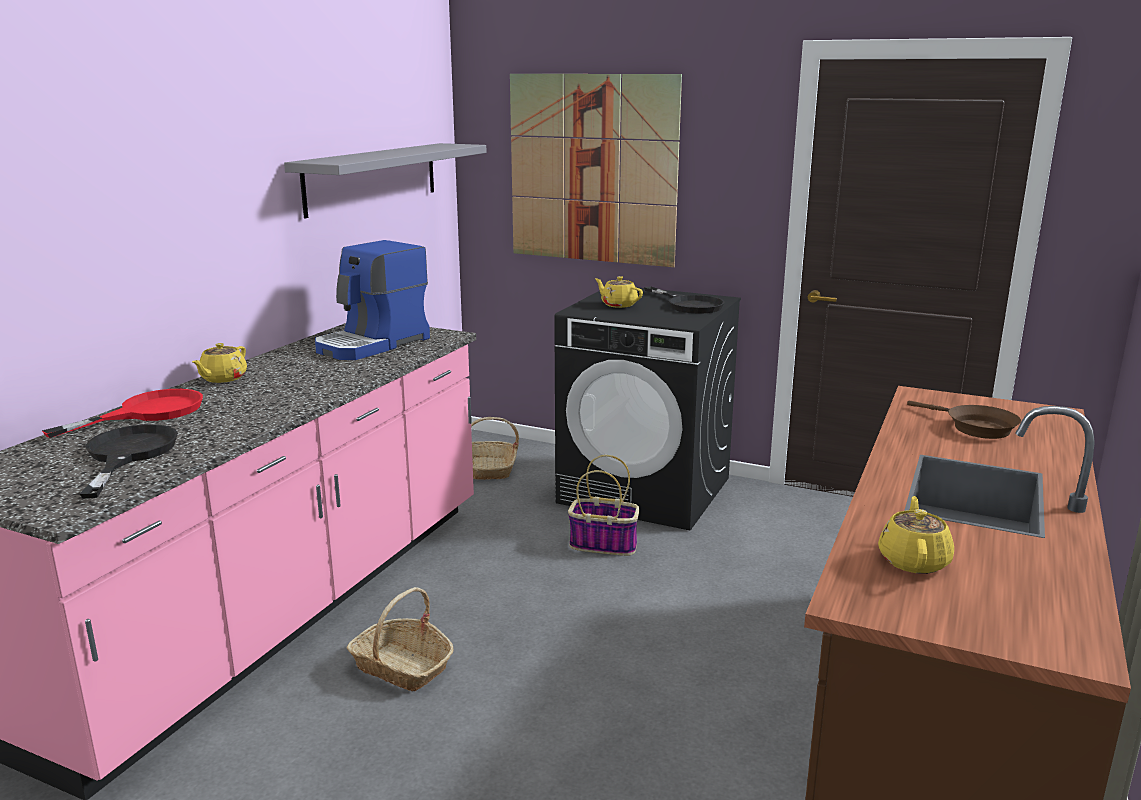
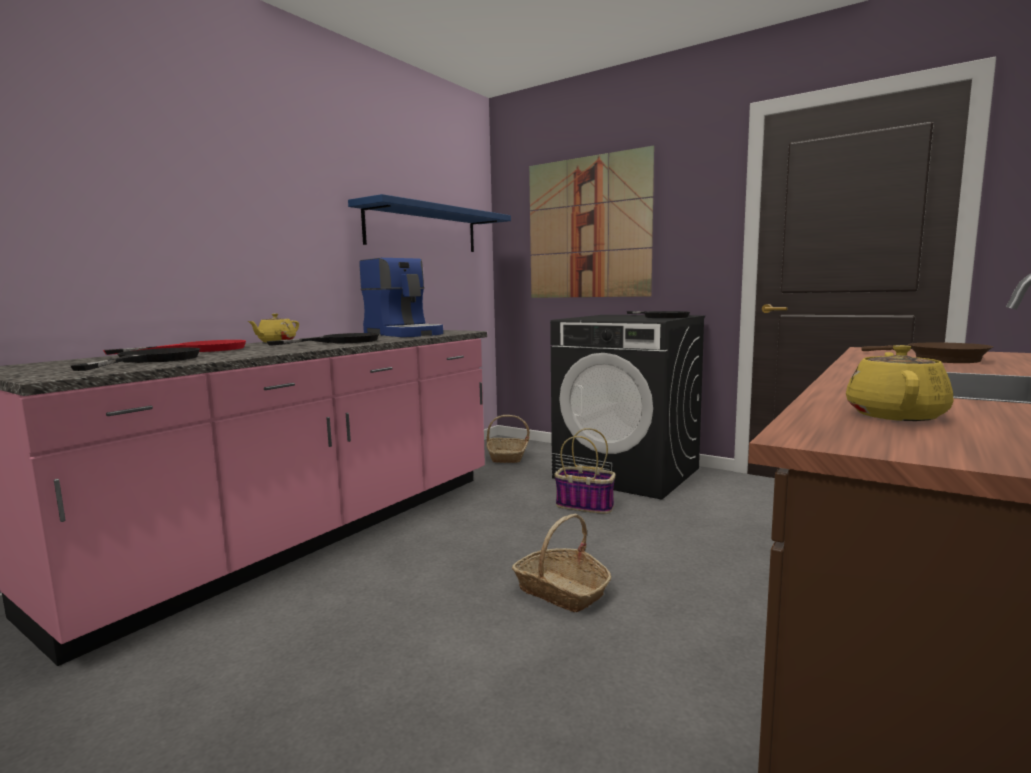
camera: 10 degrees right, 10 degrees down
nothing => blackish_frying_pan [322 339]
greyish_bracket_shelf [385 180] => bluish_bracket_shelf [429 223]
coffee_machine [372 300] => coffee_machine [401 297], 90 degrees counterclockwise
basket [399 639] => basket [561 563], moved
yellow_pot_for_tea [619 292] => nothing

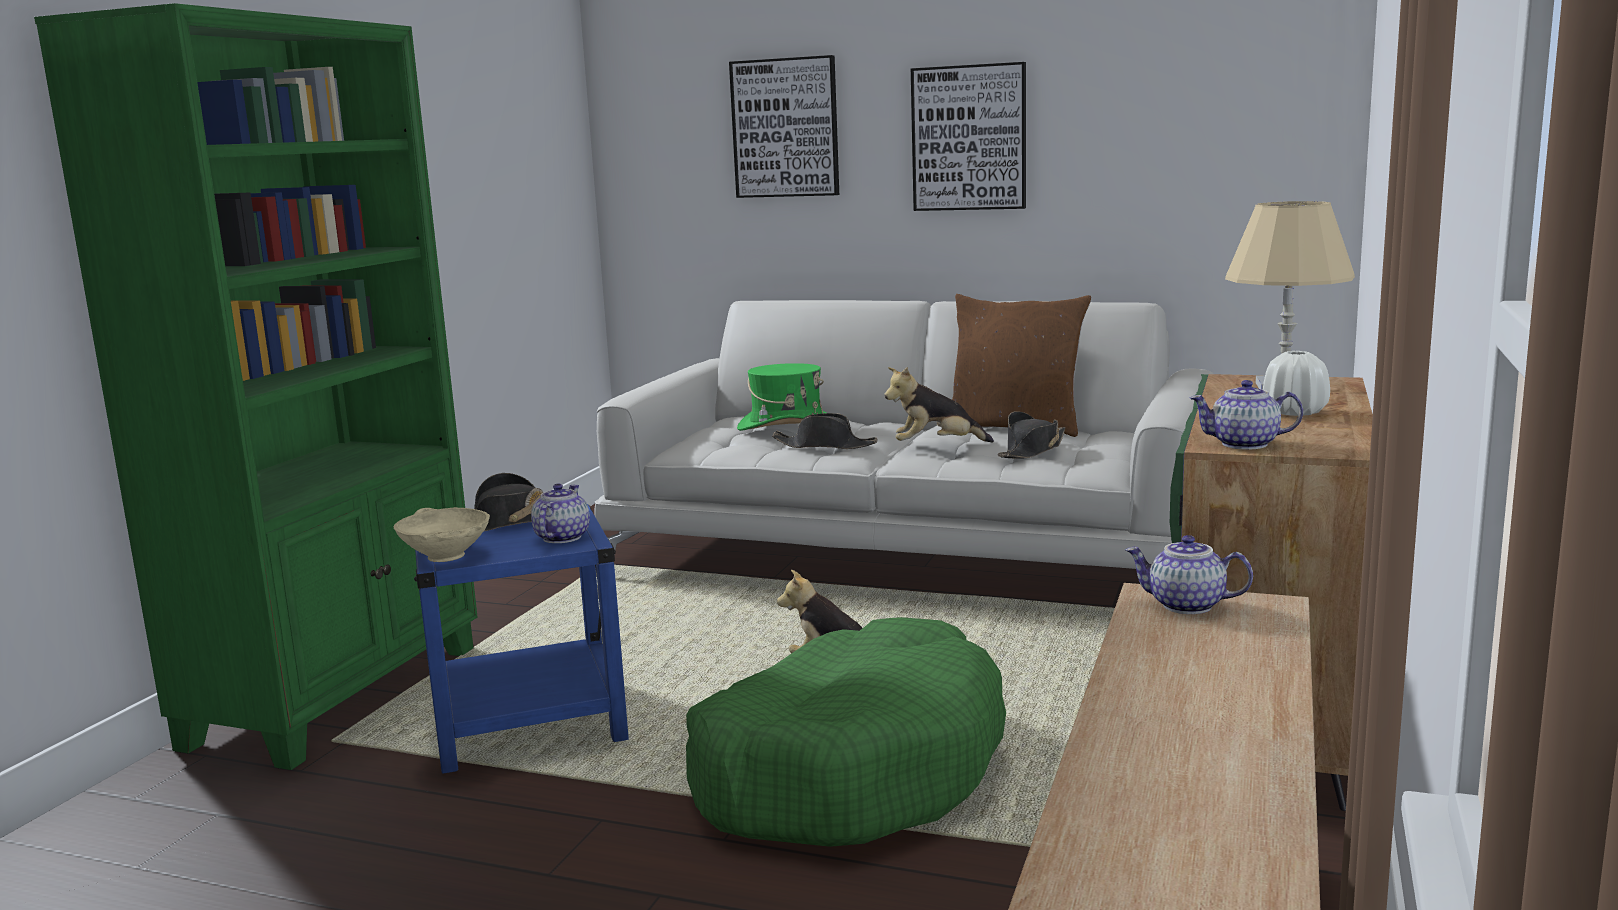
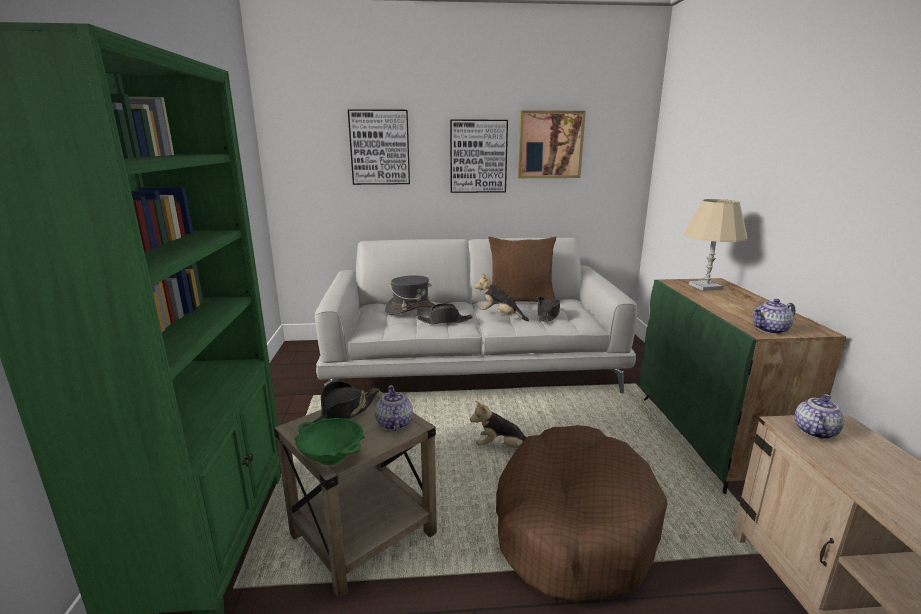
camera: 25 degrees left, 5 degrees up
bluish_end_table [521 639] => beige-coloured_end_table [355 493]
beige-coloured_bowl [441 534] => green-coloured_bowl [329 441]
green-coloured_clothing_hat [781 397] => greyish_clothing_hat [410 295]
plush_toy [939 405] => plush_toy [502 297], 60 degrees clockwise
green-coloured_dog_bed [846 732] => brown_dog_bed [582 513]
nothing => wall_picture [552 144]
pot_for_tea [1189 574] => pot_for_tea [819 416], 135 degrees clockwise
white_decorative_vase [1296 383] => nothing

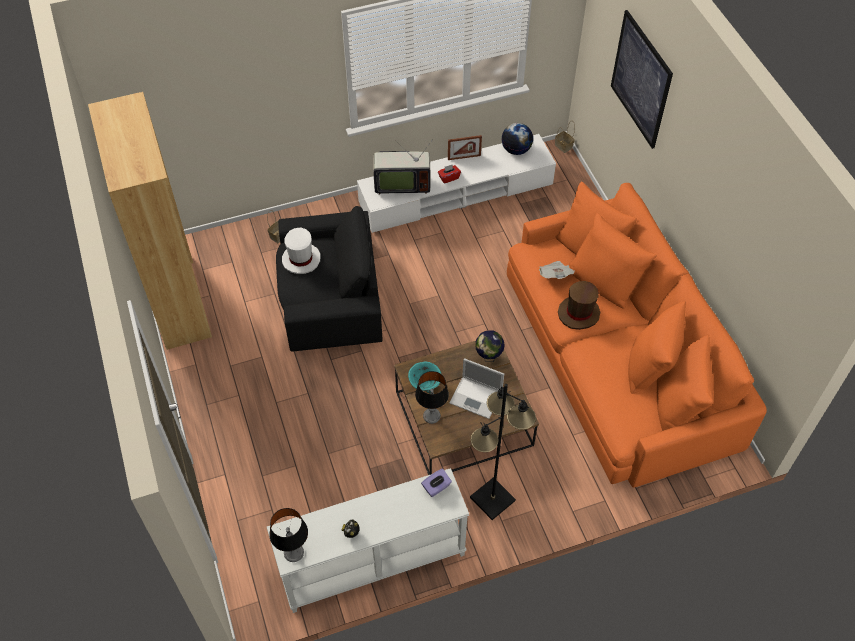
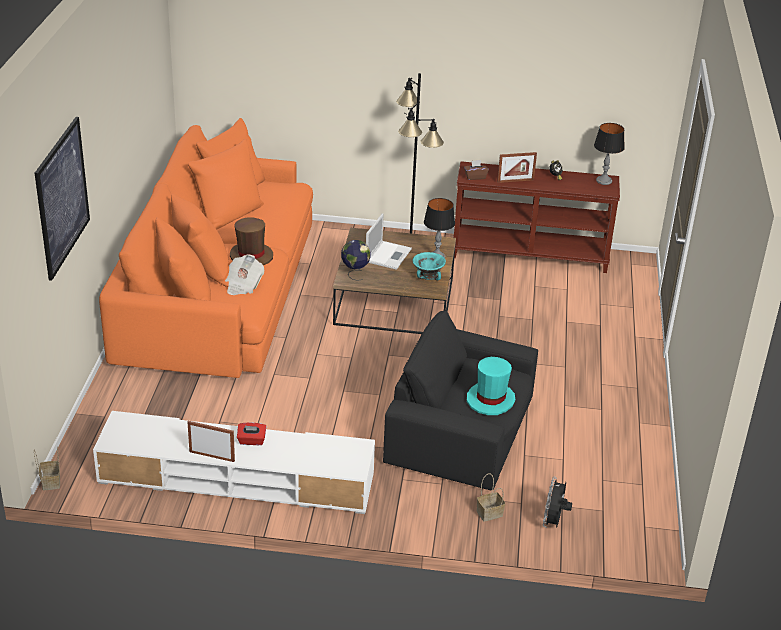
camera: 155 degrees left, 20 degrees down
portable_computer [476 388] => portable_computer [389 242], 60 degrees clockwise
white_hall_table [368 540] => brown_hall_table [536 217]
purple-coloured_tissue_holder [436 483] => brown_tissue_holder [476 170]
white_clothing_hat [301 250] => turquoise-coloured_clothing_hat [491 386]
nothing => photo_frame [517 167]
nothing => blackish_cooling_fan [557 503]
brown_bookshelf [150 221] => nothing
TV [403 167] => nothing
globe [517 139] => nothing

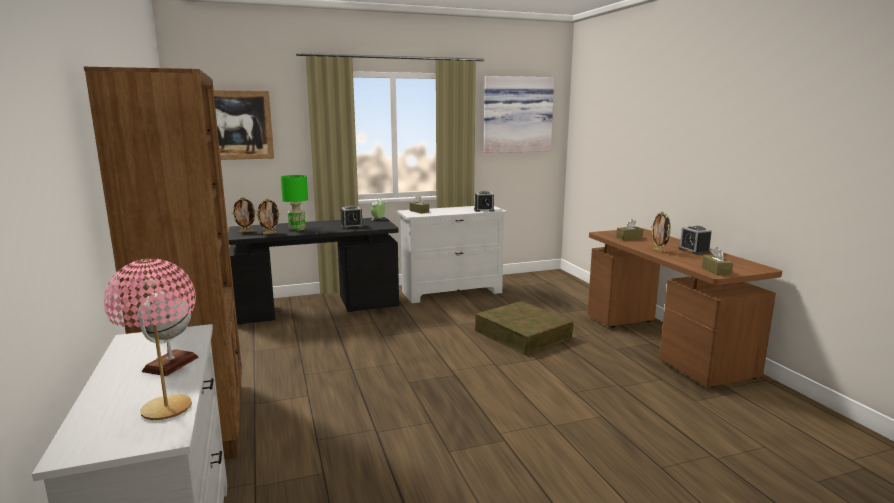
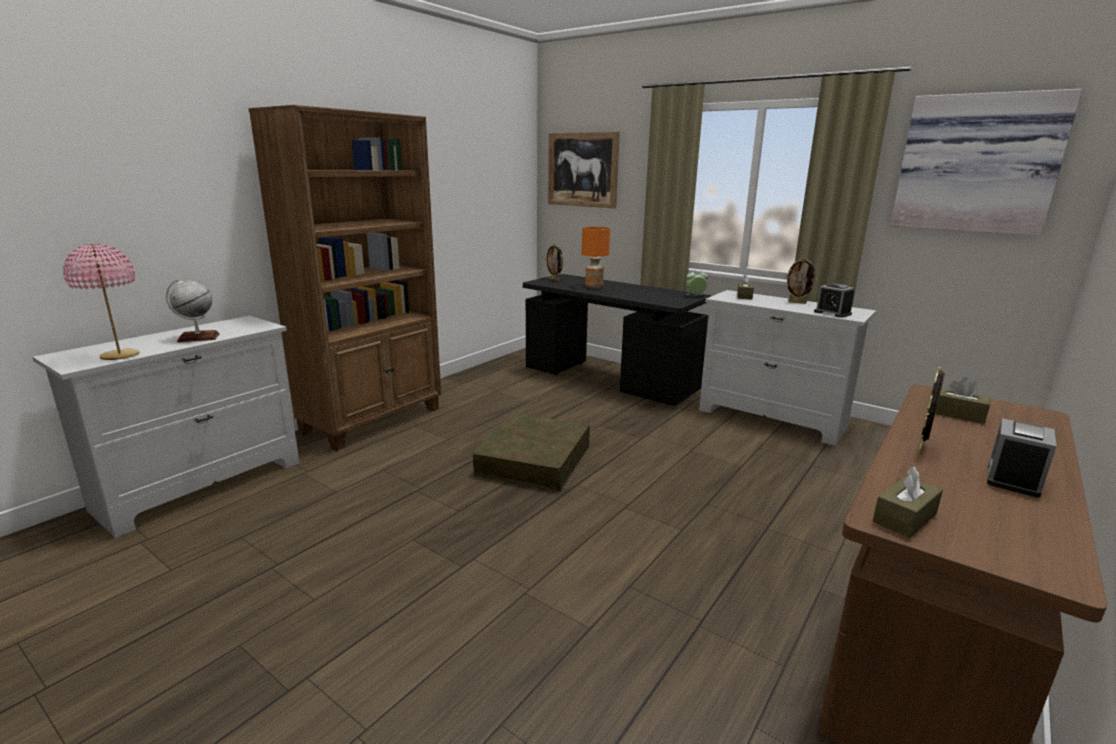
camera: 55 degrees right, 5 degrees up
brown_storage_bin [524 328] => brown_storage_bin [531 452], moved
green-coloured_table_lamp [294 203] => orangey_table_lamp [596 258]
photo_frame [268 216] => photo_frame [801 281], moved
table_clock [352 217] => nothing

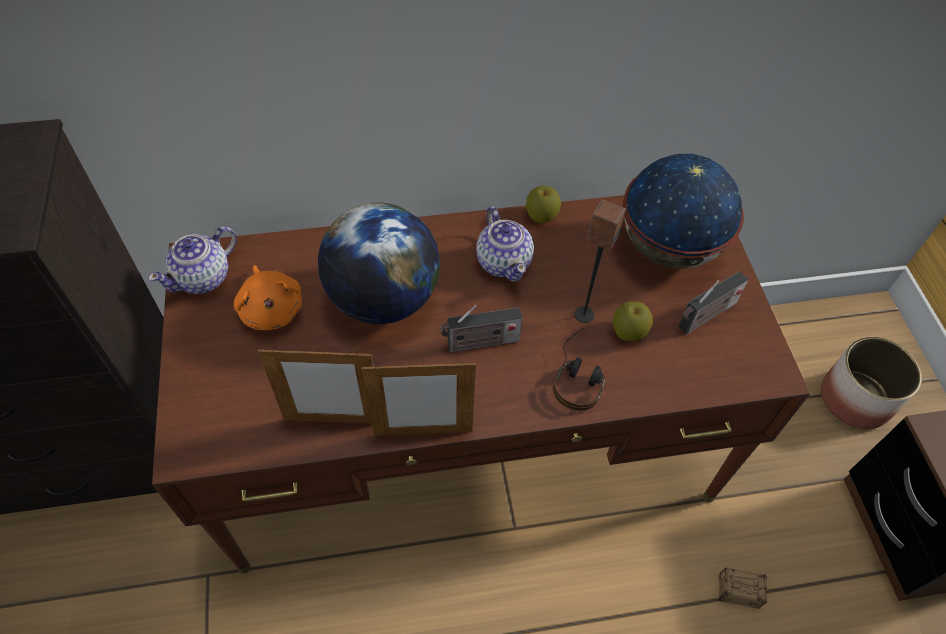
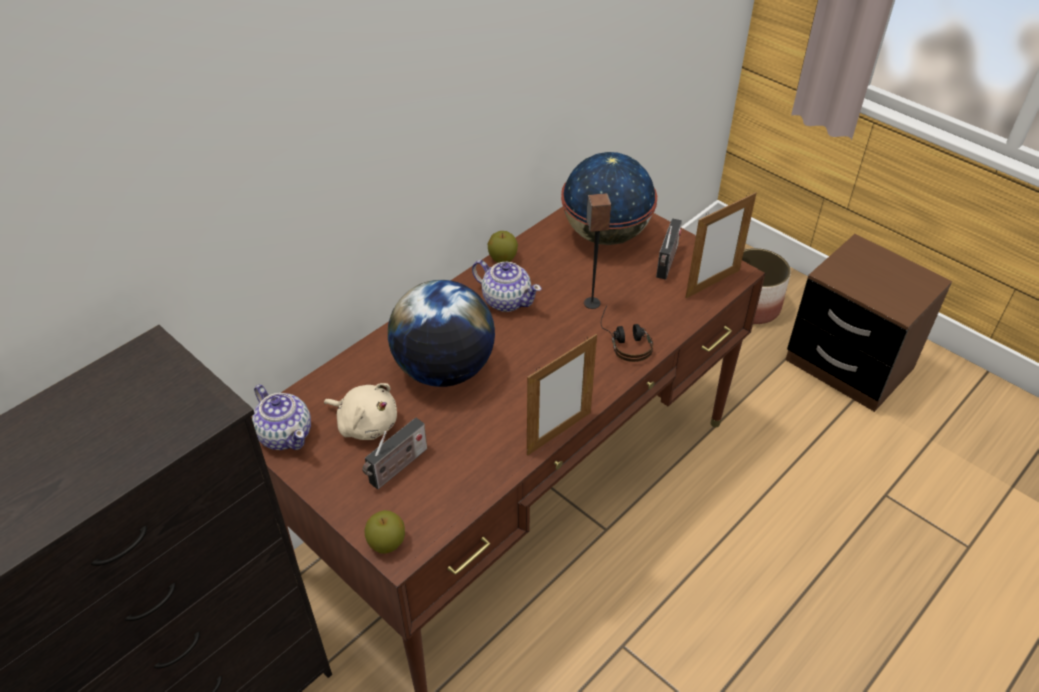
camera: 35 degrees left, 10 degrees down
pot_for_tea [192 260] => pot_for_tea [281 417], 45 degrees counterclockwise
orangey_plush_toy [268 297] => beige-coloured_plush_toy [360 411]
radio_receiver [481 328] => radio_receiver [394 453], moved
apple_fruit [633 321] => apple_fruit [384 532], moved
photo_frame [315 385] => photo_frame [721 245], moved
storage_bin [724 587] => nothing

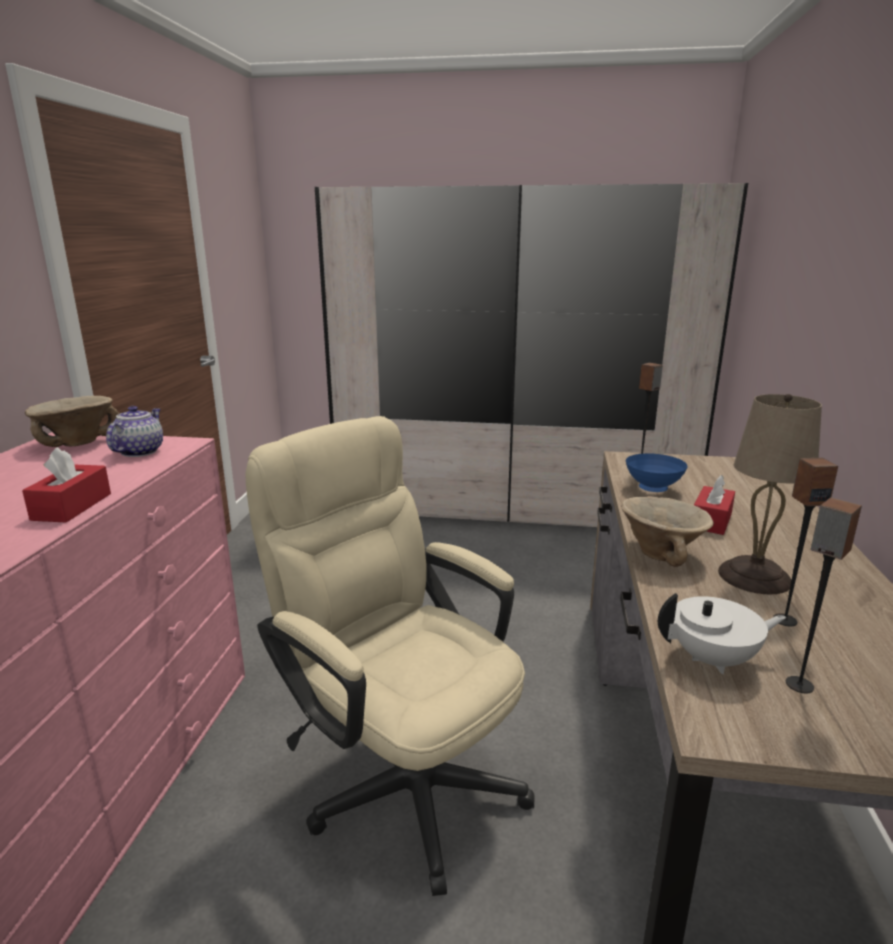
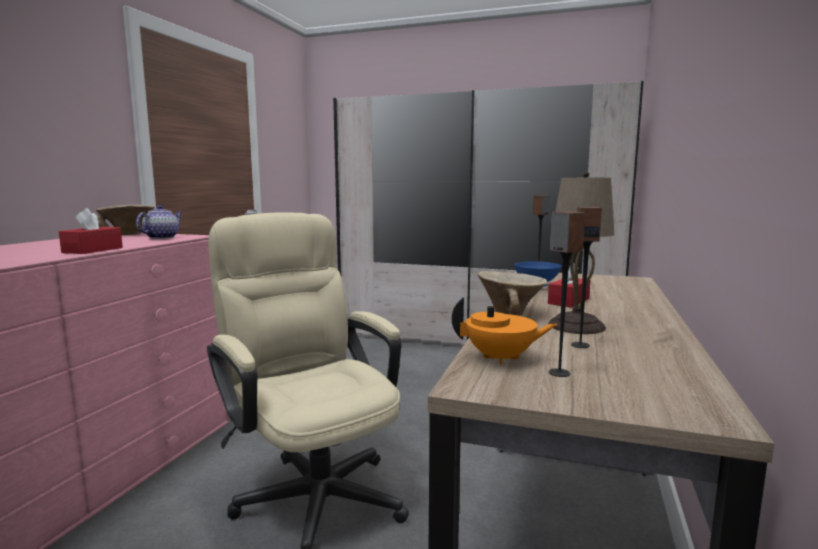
camera: 10 degrees right, 10 degrees down
white_pot_for_tea [722 633] => orangey_pot_for_tea [505 331]

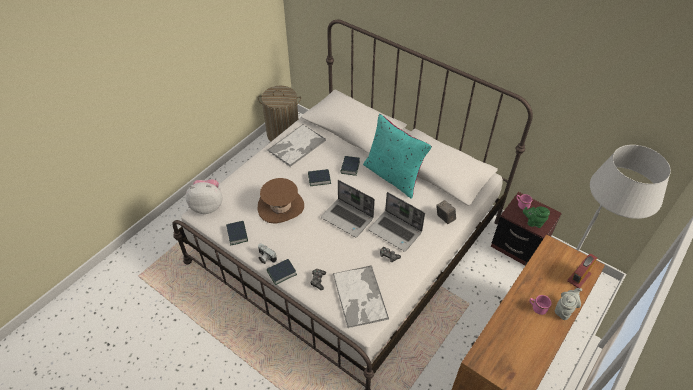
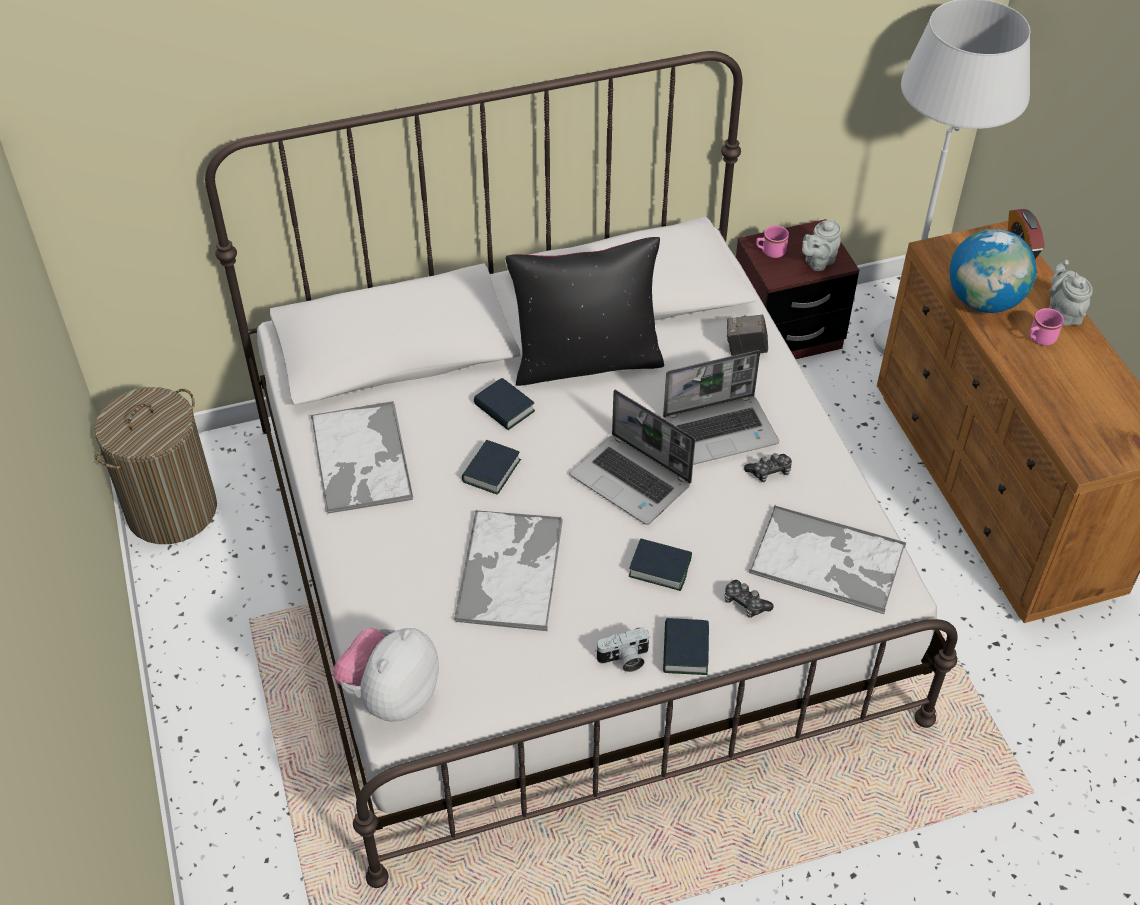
camera: 55 degrees left, 0 degrees up
brown_clothing_hat [280 201] => carrying_tray [508 570]
turquoise-coloured_cushion [397 156] => blackish_cushion [585 311]
portable_computer [348 208] => portable_computer [632 457], 60 degrees clockwise
bound_book [237 233] => bound_book [660 564], moved
green-coloured_pot_for_tea [536 217] => greyish_pot_for_tea [822 245]
nothing => globe [992 271]

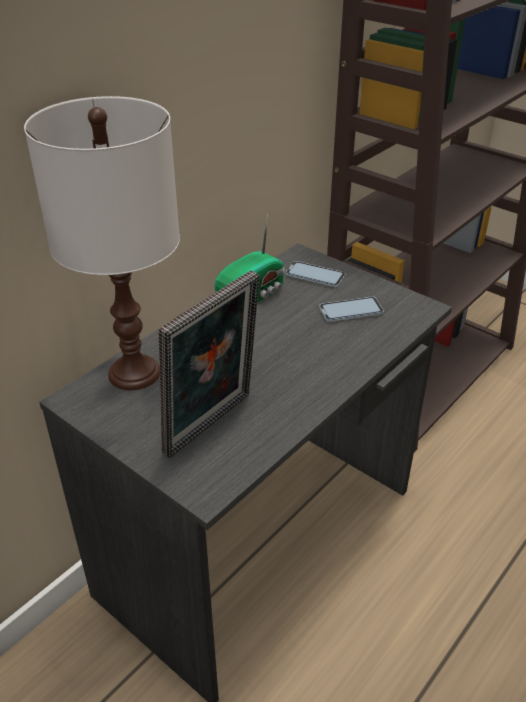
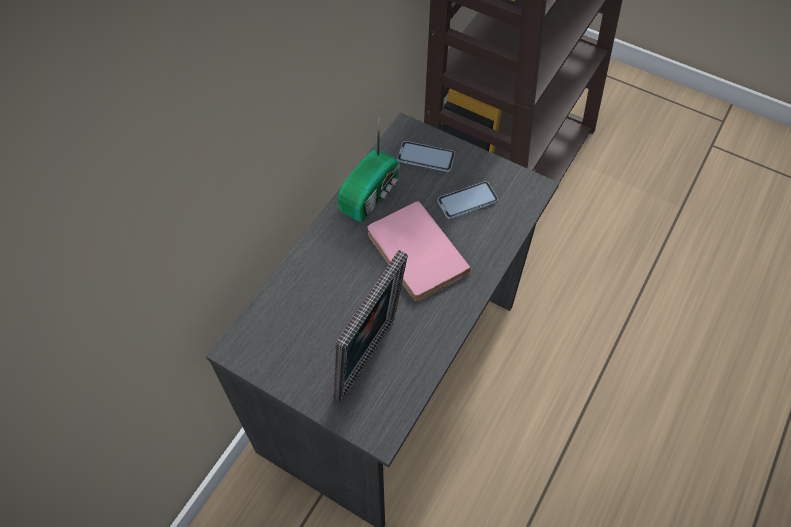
camera: 10 degrees left, 20 degrees up
nothing => pink-coloured_bound_book [419 251]
white_table_lamp [102 243] => nothing

